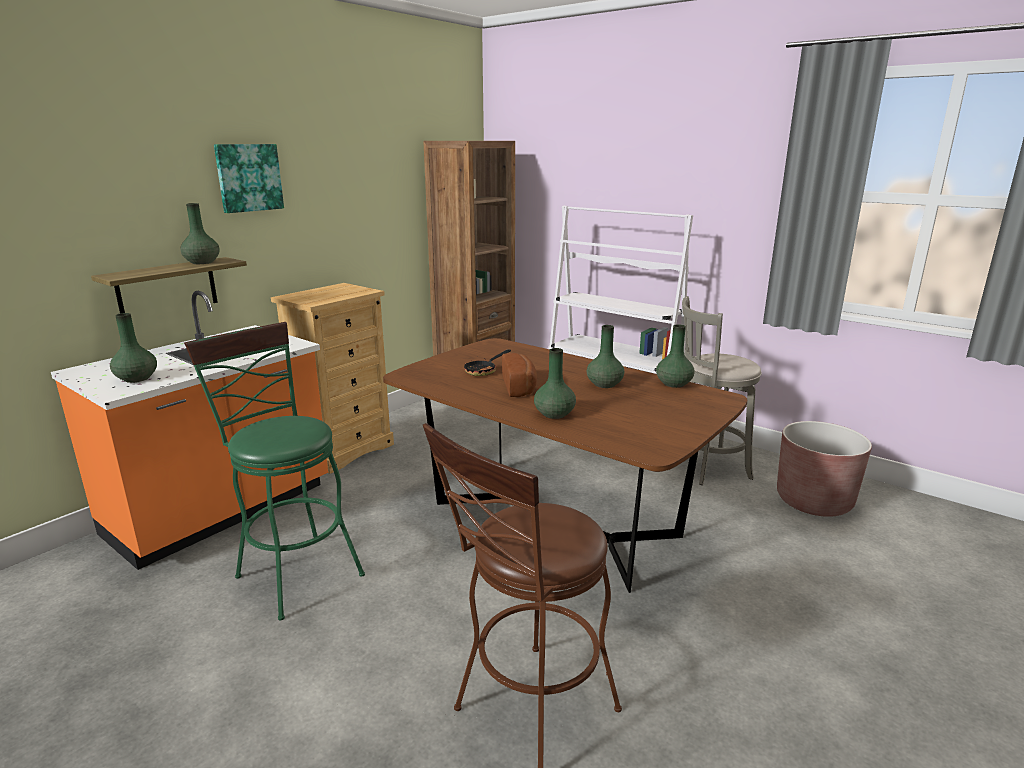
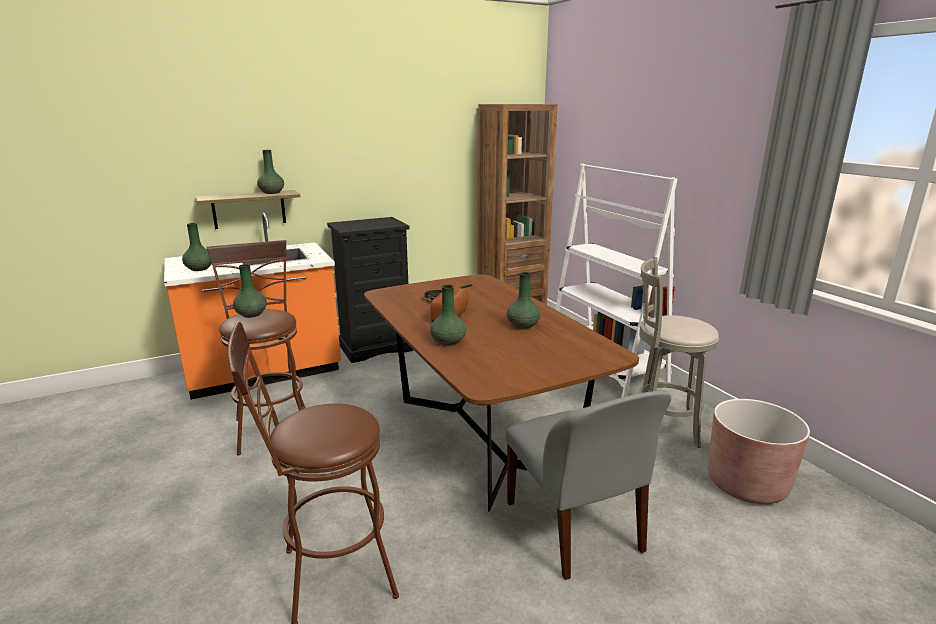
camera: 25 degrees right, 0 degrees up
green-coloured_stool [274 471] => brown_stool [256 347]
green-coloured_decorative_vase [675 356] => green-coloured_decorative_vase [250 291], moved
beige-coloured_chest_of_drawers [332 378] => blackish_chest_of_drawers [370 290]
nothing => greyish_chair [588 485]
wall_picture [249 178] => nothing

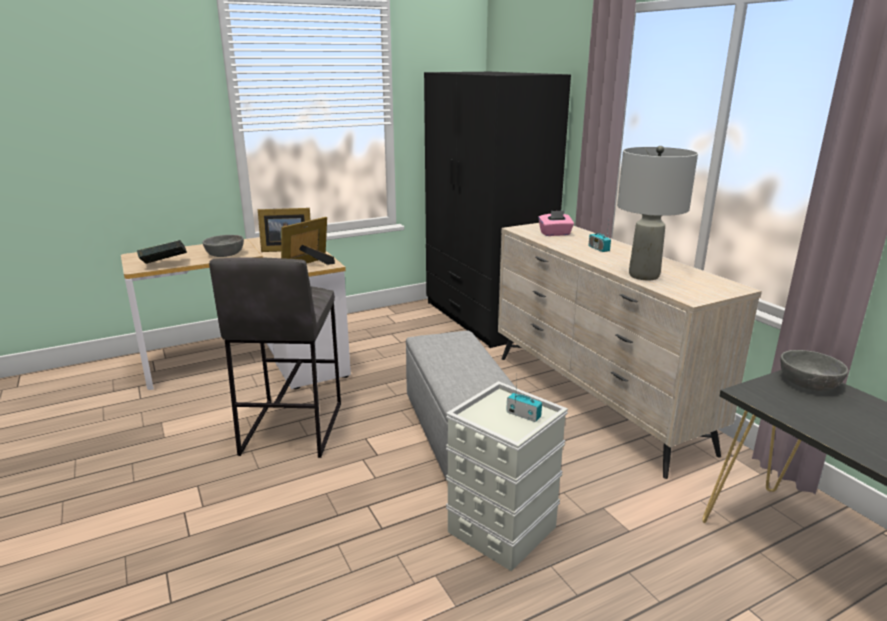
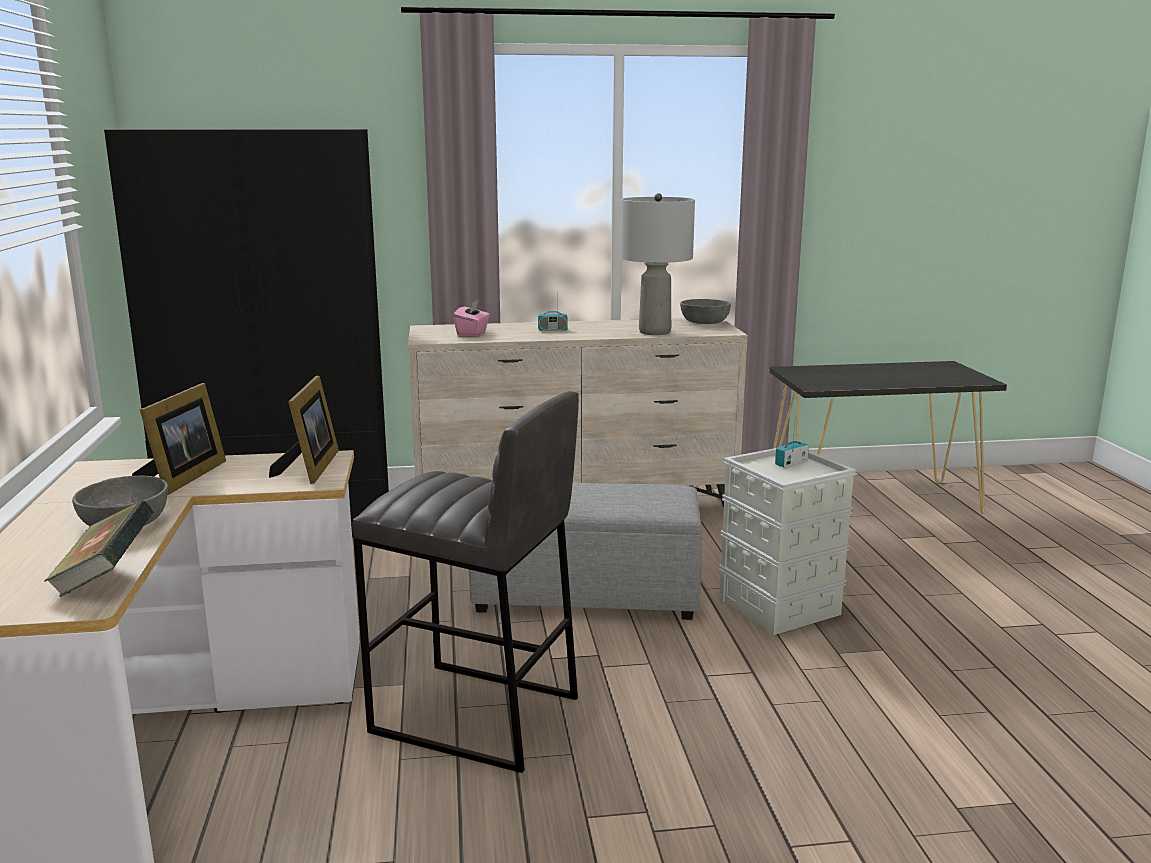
camera: 70 degrees left, 5 degrees down
photo_frame [308 241] => photo_frame [304 430], 150 degrees counterclockwise
greyish_bowl [814 370] => greyish_bowl [705 311], moved

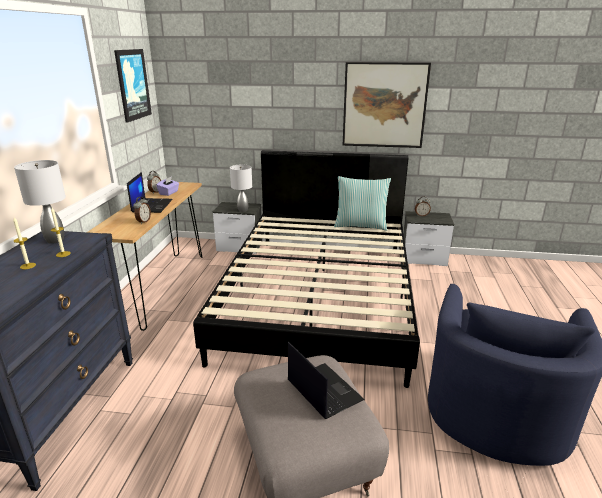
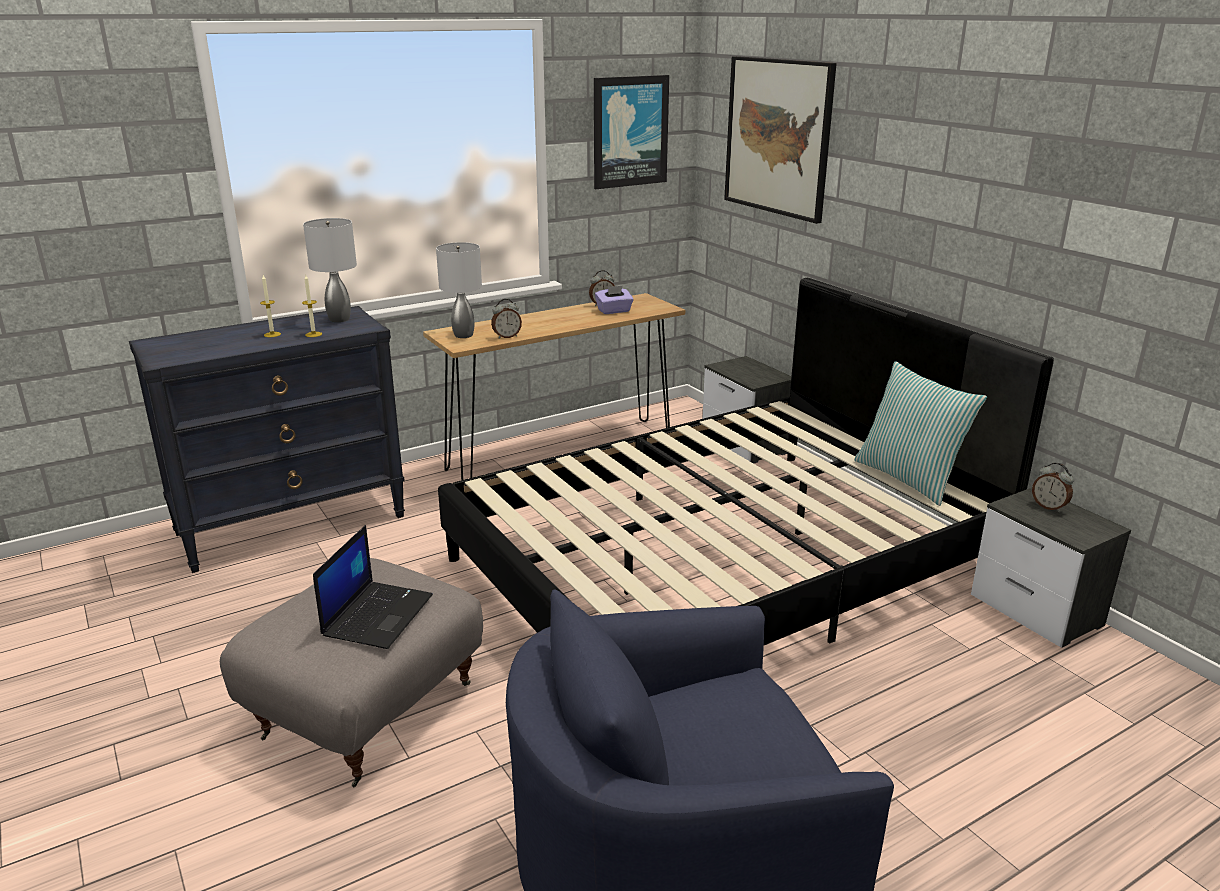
camera: 50 degrees right, 0 degrees up
greyish_table_lamp [241 188] => greyish_table_lamp [459 290], moved
wall_picture [387 105] => wall_picture [780 140], moved
portable_computer [150 192] => nothing

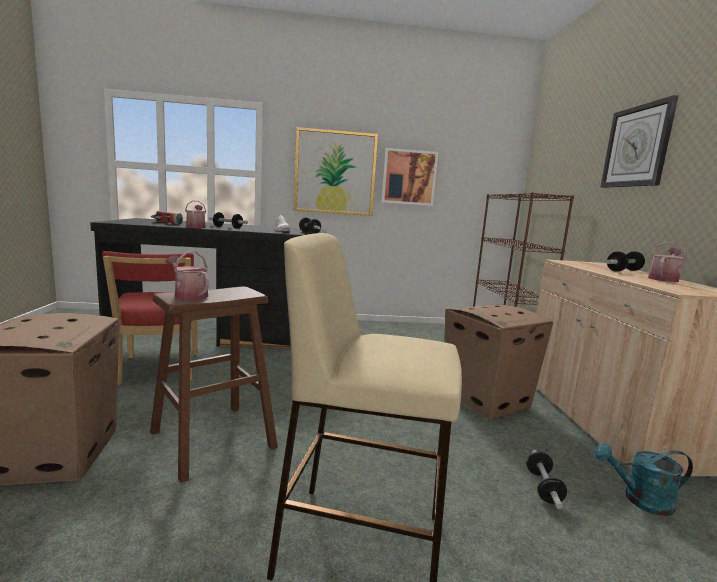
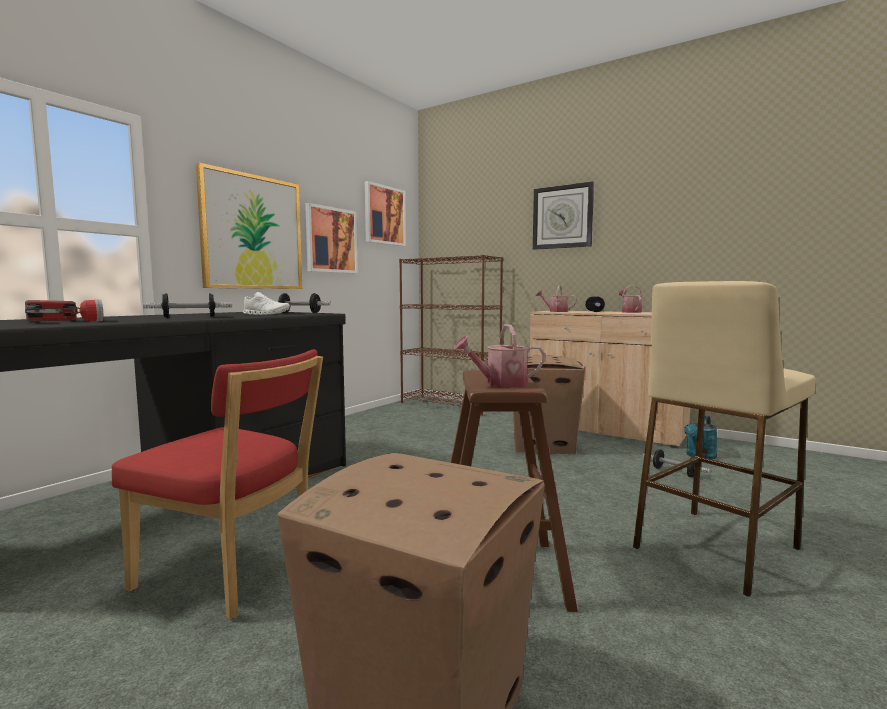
camera: 50 degrees left, 5 degrees down
nothing => wall_picture [385 213]
watering_pot [195 214] => watering_pot [556 299], moved

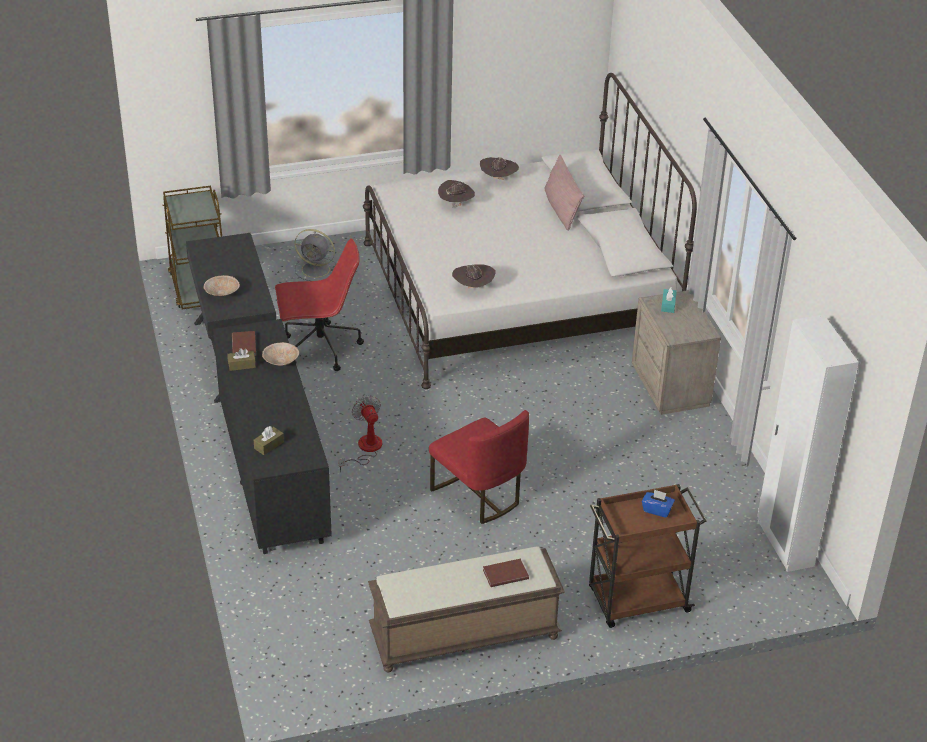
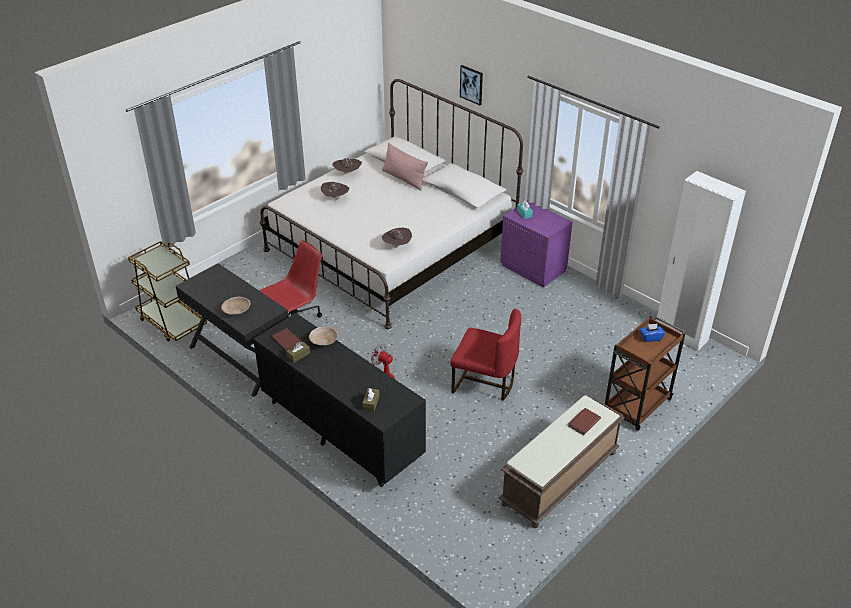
camera: 30 degrees left, 0 degrees up
nothing => wall_picture [471 85]
beige-coloured_night_table [676 352] => purple-coloured_night_table [536 244]
greyish_cooling_fan [314 255] => nothing

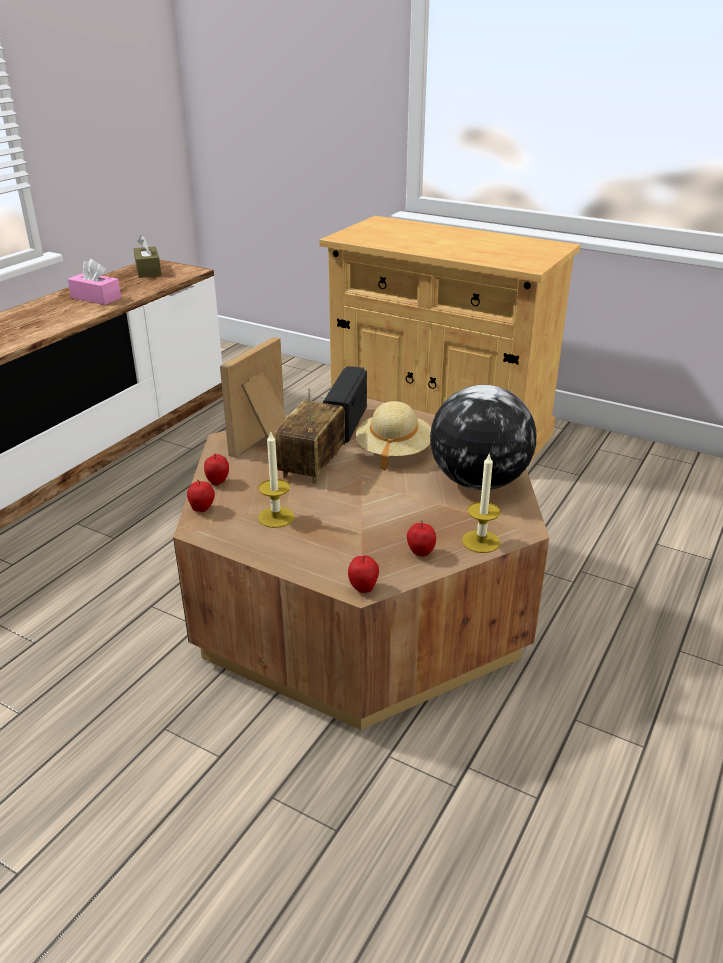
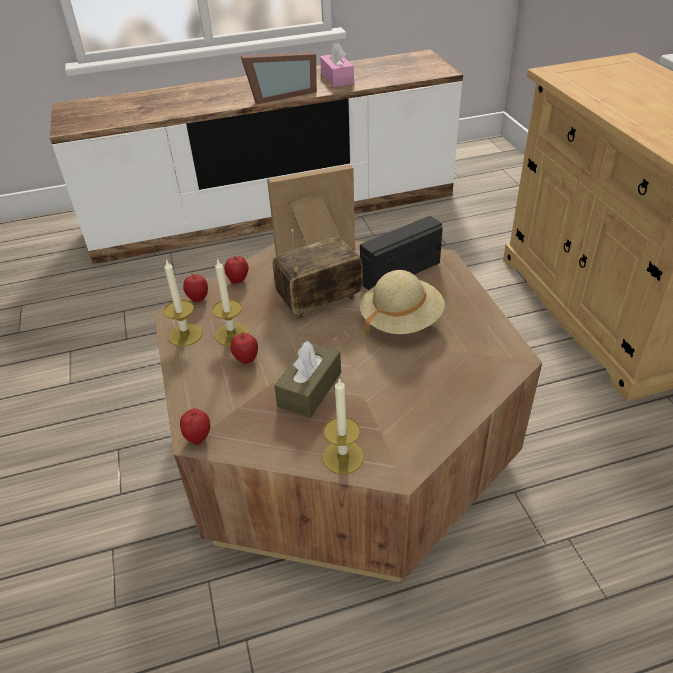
camera: 45 degrees right, 10 degrees up
nothing => wax_candle [183 302]
apple_fruit [421 538] => apple_fruit [244 348], moved
nothing => photo_frame [279 78]
brown_tissue_holder [147 256] => brown_tissue_holder [307 379], moved
globe [483 437] => nothing

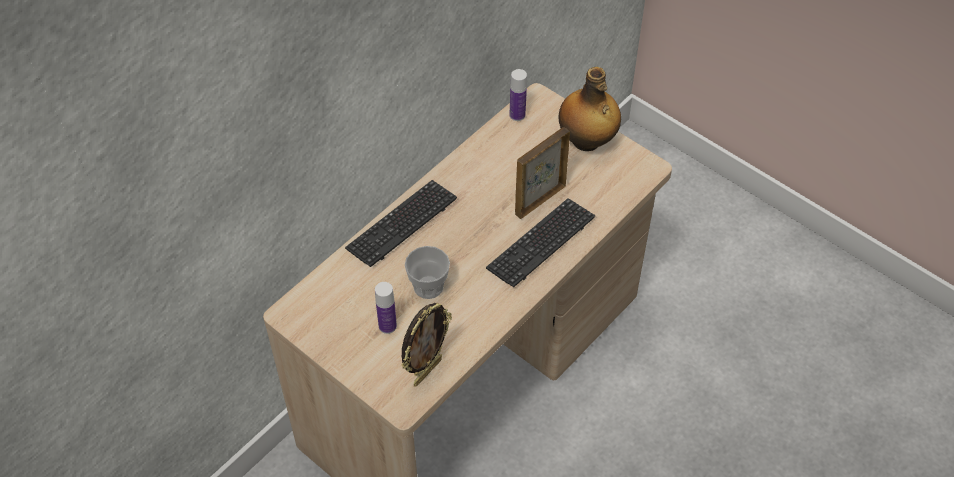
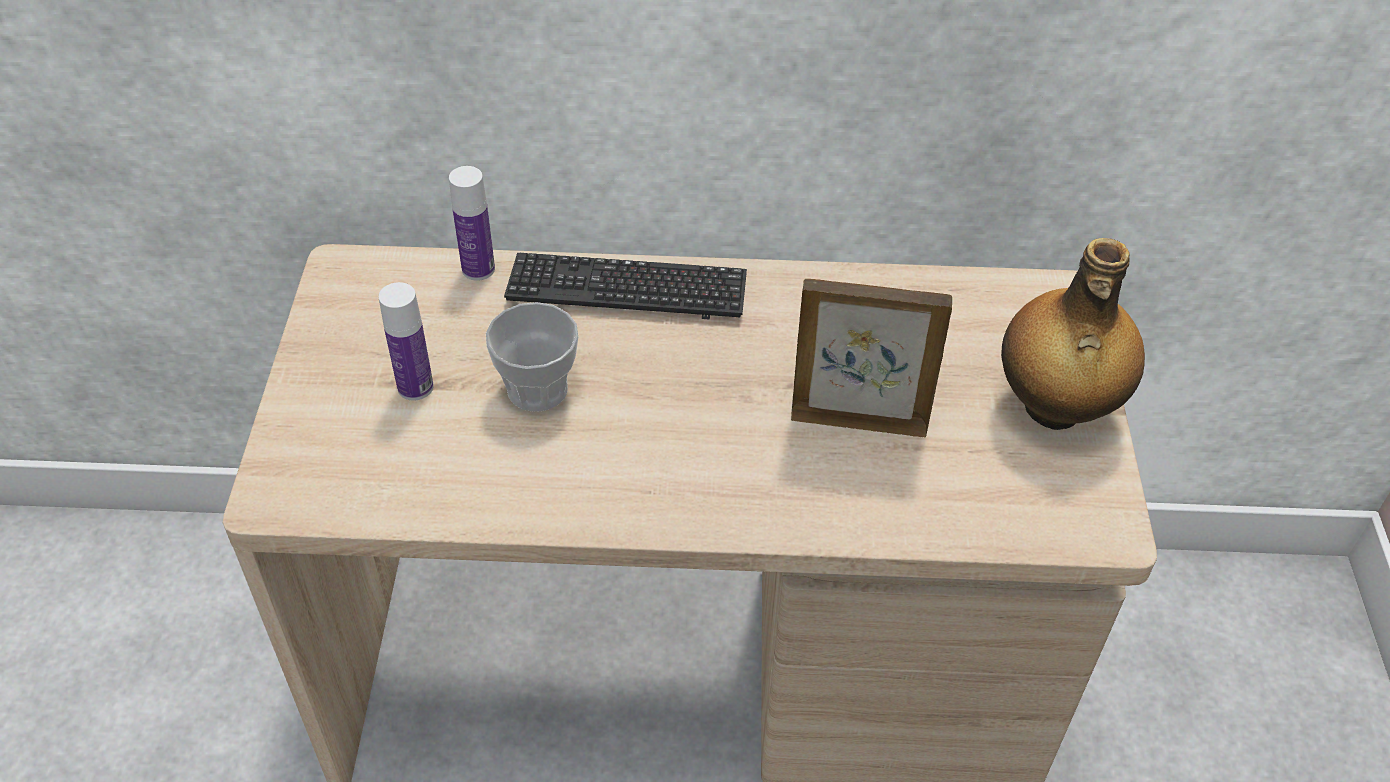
camera: 50 degrees right, 5 degrees down
drink_bottle [518 95] => drink_bottle [472 223], moved
photo_frame [426 344] => nothing
PC_keyboard [540 242] => nothing

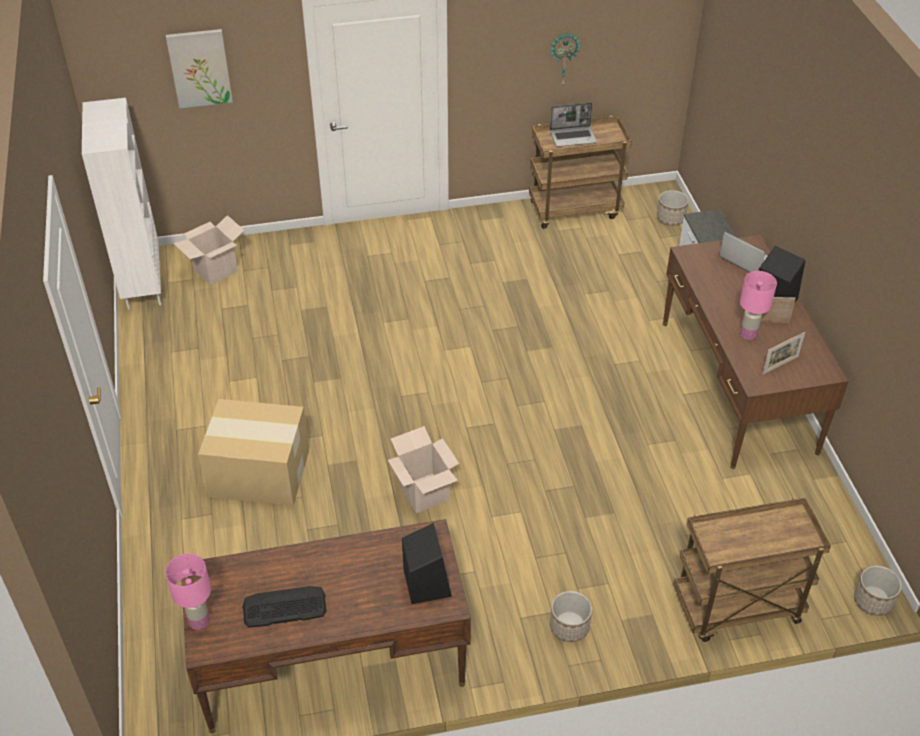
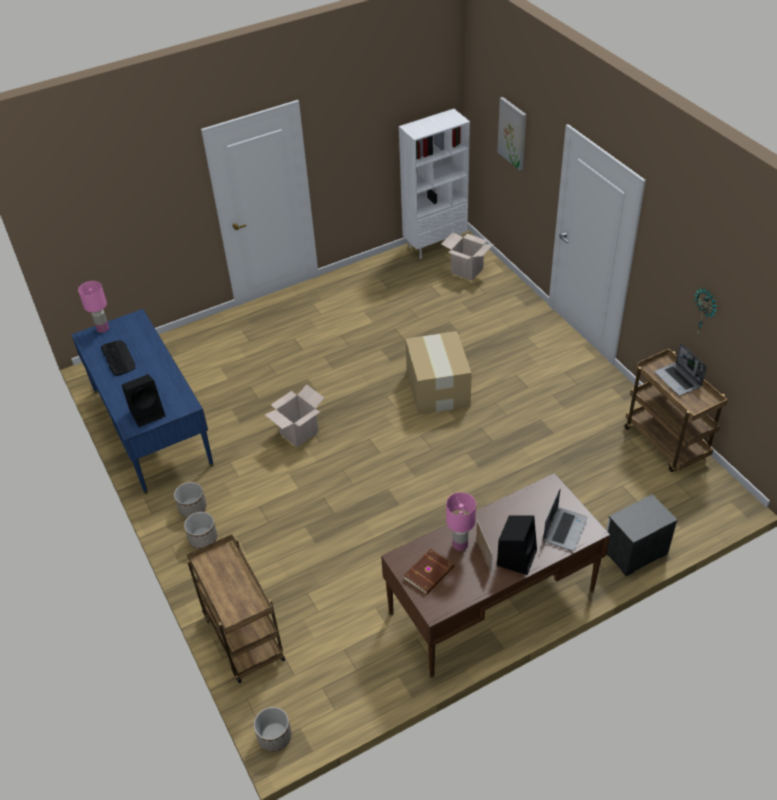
camera: 75 degrees right, 0 degrees up
brown_desk [326 626] => bluish_desk [142 401]
planter [673 208] => planter [190 500], moved
photo_frame [784 353] => brown_bound_book [429 572]
cardboard_box [253 452] => cardboard_box [439 373], moved

